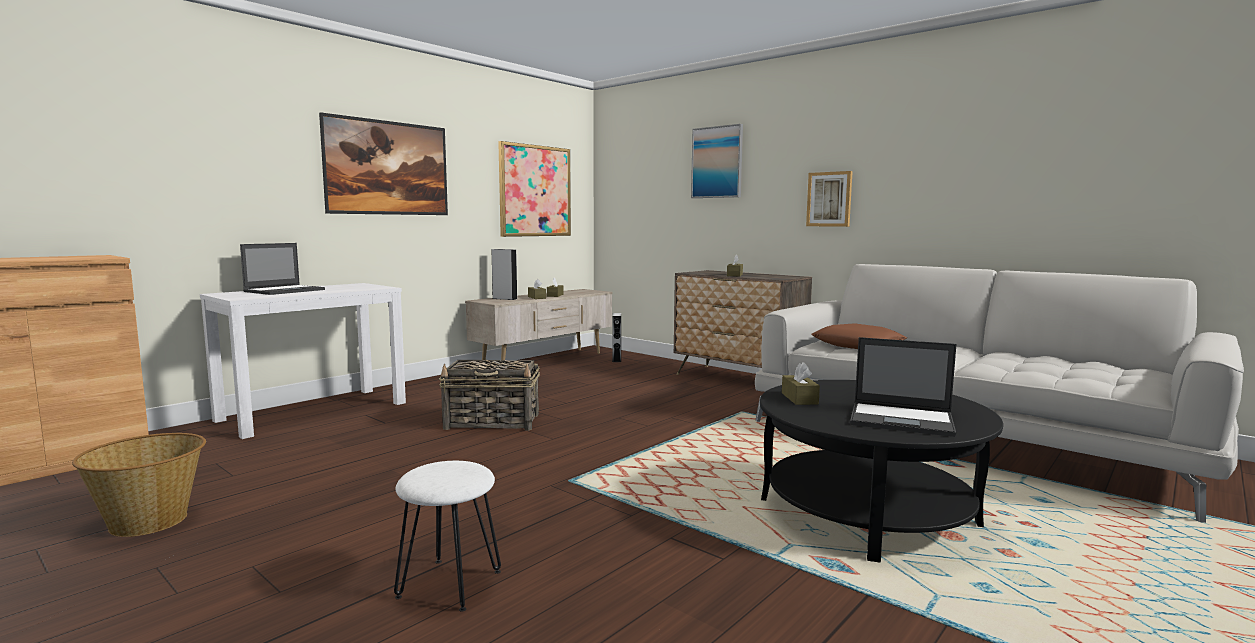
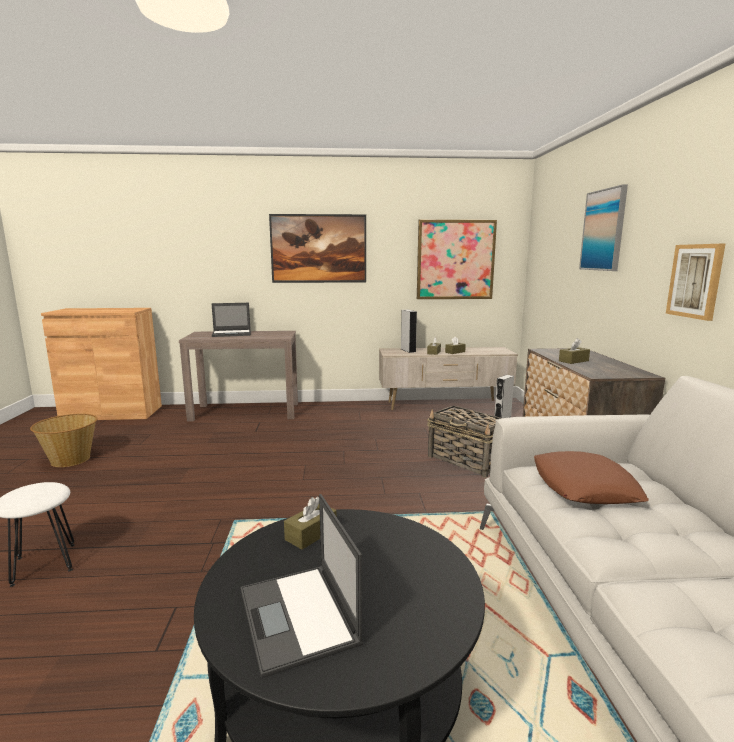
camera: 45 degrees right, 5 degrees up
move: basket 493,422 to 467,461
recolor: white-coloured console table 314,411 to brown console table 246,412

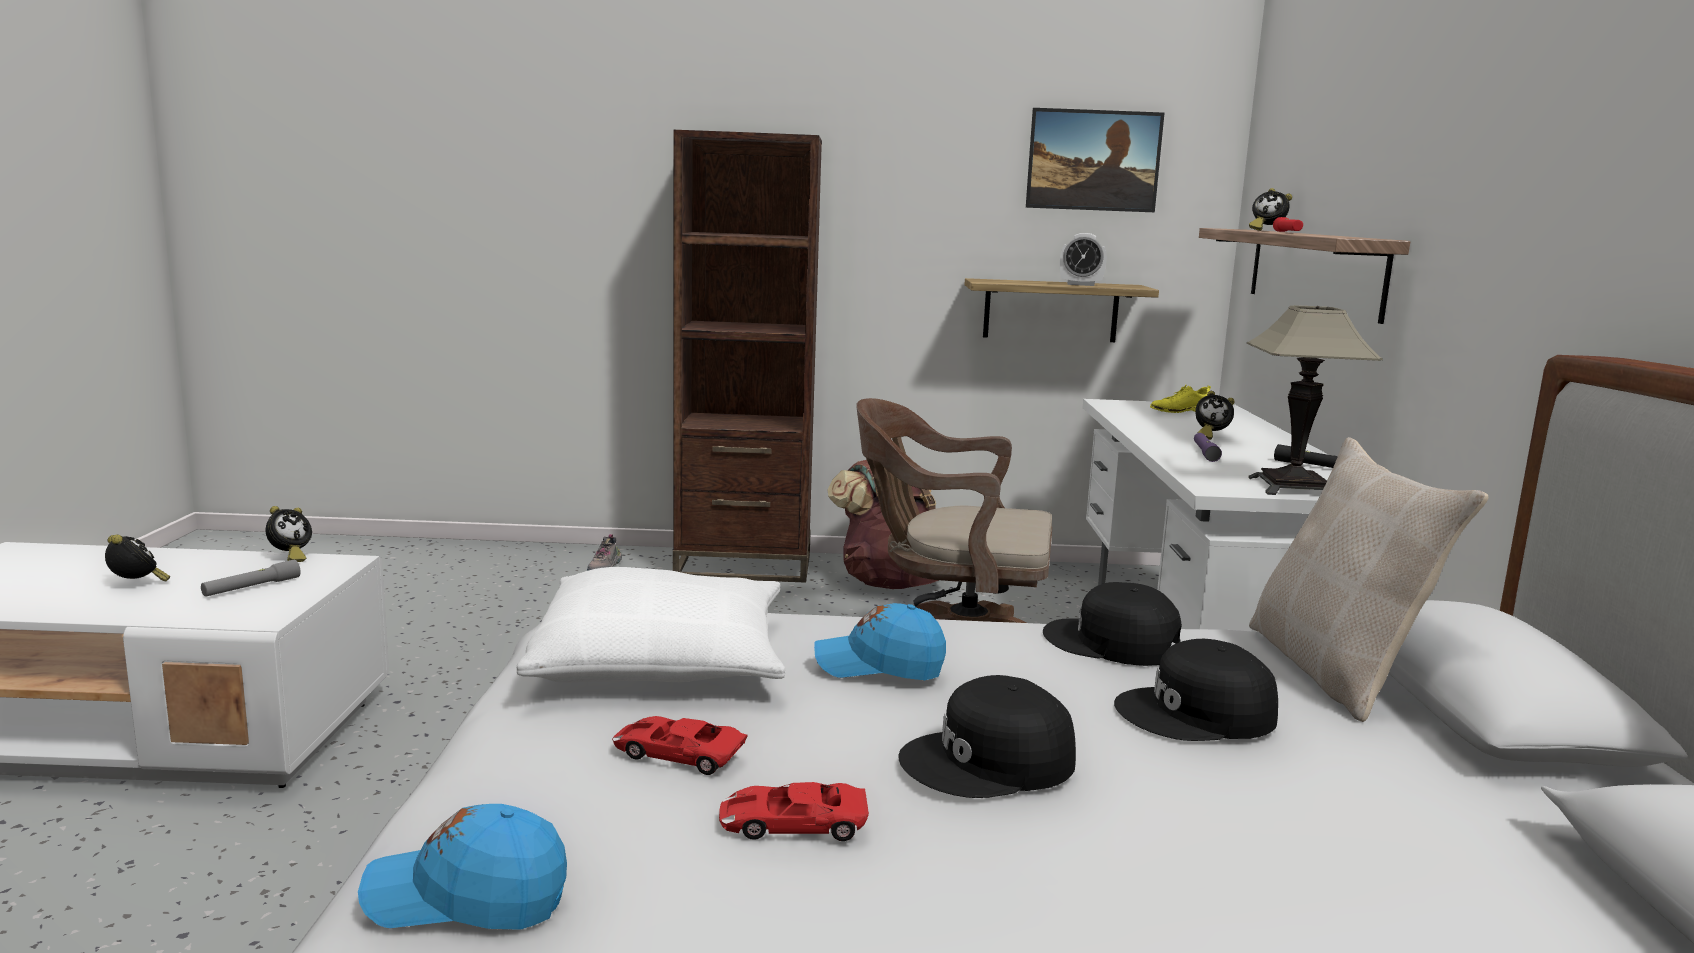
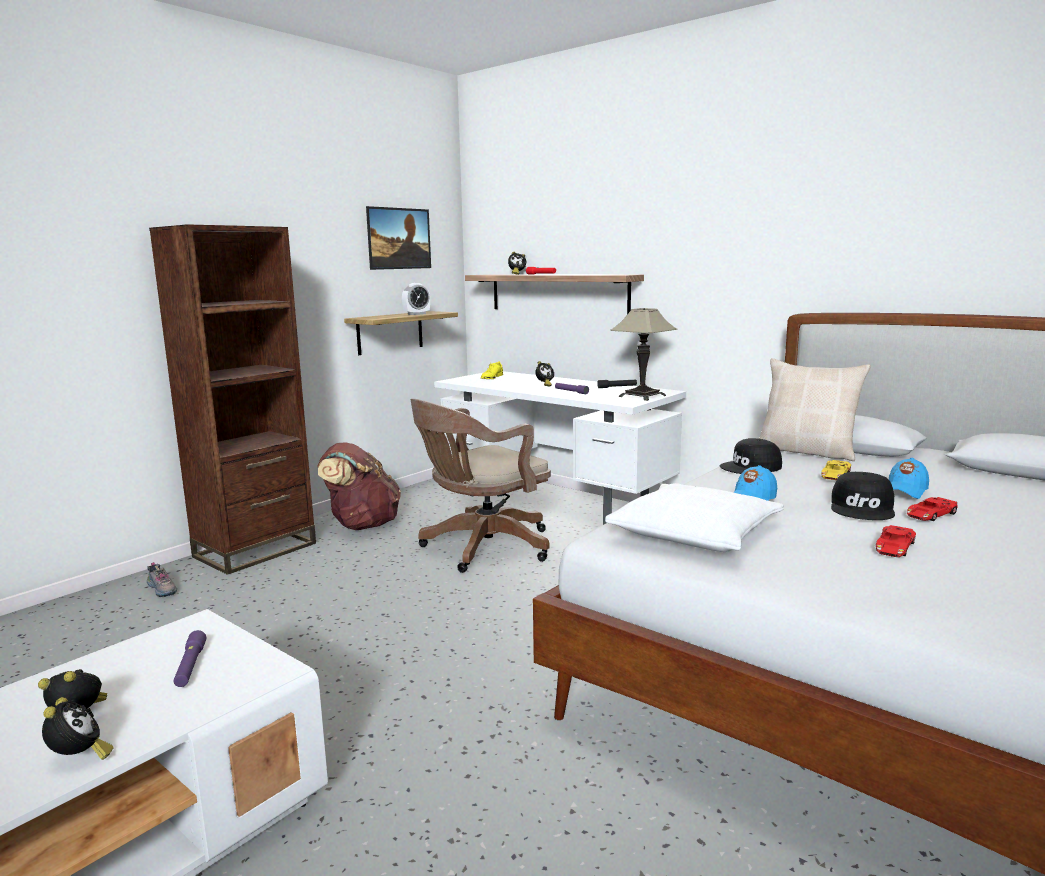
camera: 50 degrees left, 0 degrees up
move: alarm clock 290,557 to 79,758; blue-coloured baseball cap 467,898 to 905,491; red-coloured toy car 677,754 to 930,514
replace: blackish baseball cap 1197,714 to yellow toy car 835,475
recolor: grey hand torch 251,587 to purplish hand torch 190,666

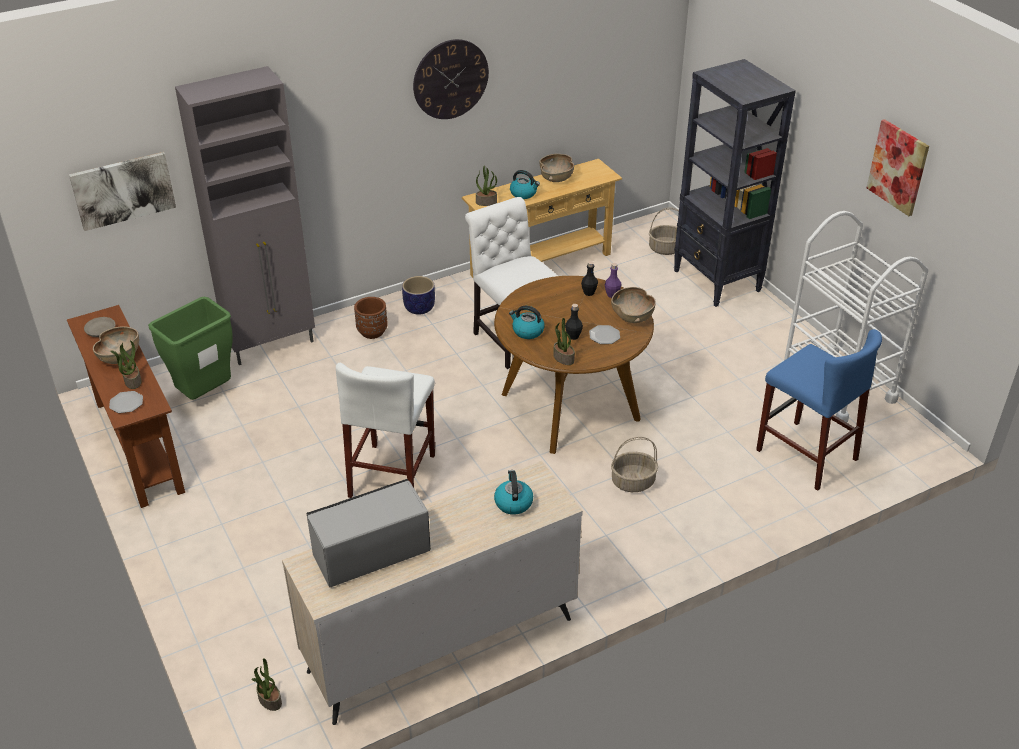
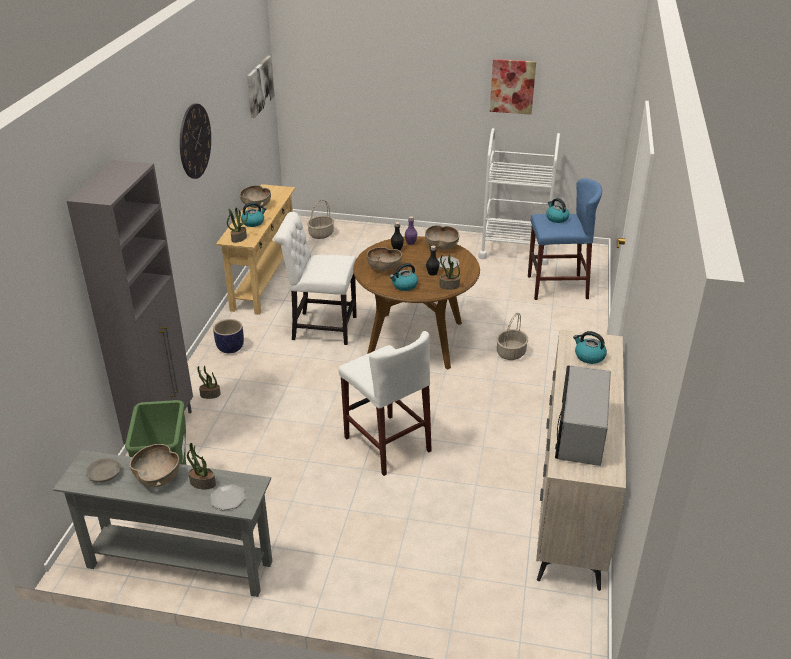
camera: 50 degrees left, 5 degrees down
delete: brown planter 372,332; blackish bookshelf 717,281
insert: brown serving bowl 384,268; water kettle 556,218
move: plant in a pot 269,700 to 210,395; picture 123,190 to 259,86
recolor: brown console table 138,446 to grey console table 179,565

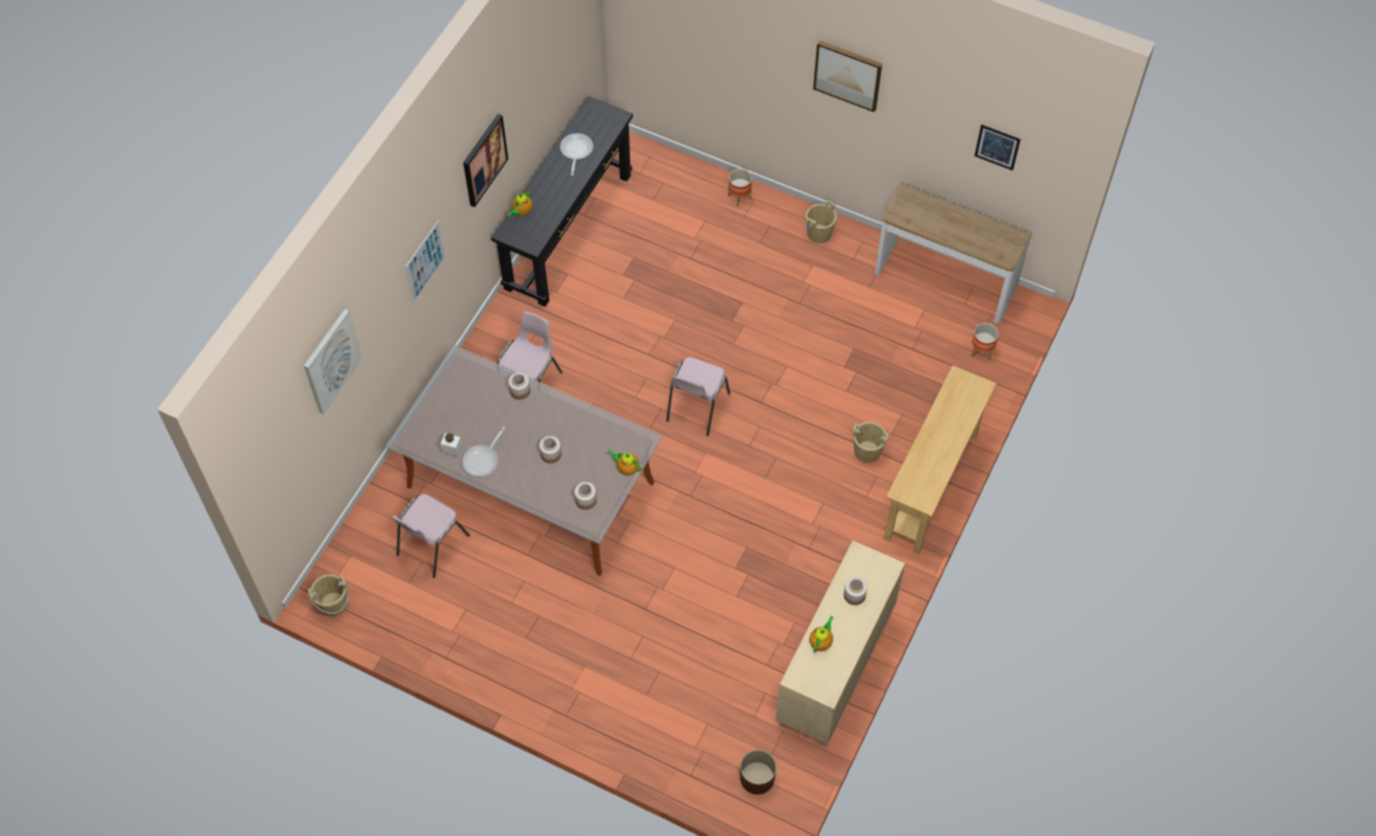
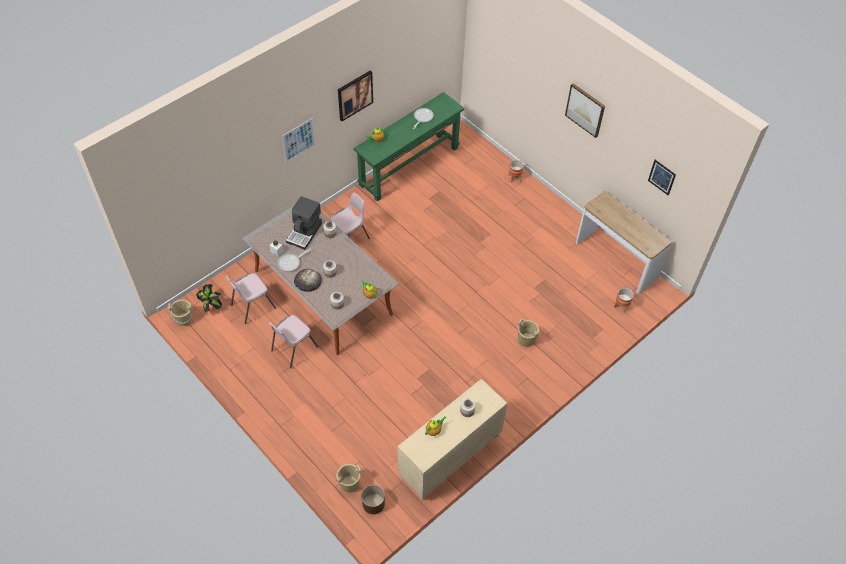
camera: 20 degrees right, 5 degrees down
delete: picture 331,361; sand-coloured console table 931,486
insert: plant in a pot 211,305; coffee maker 305,233; bakery bread 307,281
move: pink chair 696,407 to 293,349; sand-coloured pail 819,233 to 349,483
recolor: blackish console table 568,231 to green console table 409,166

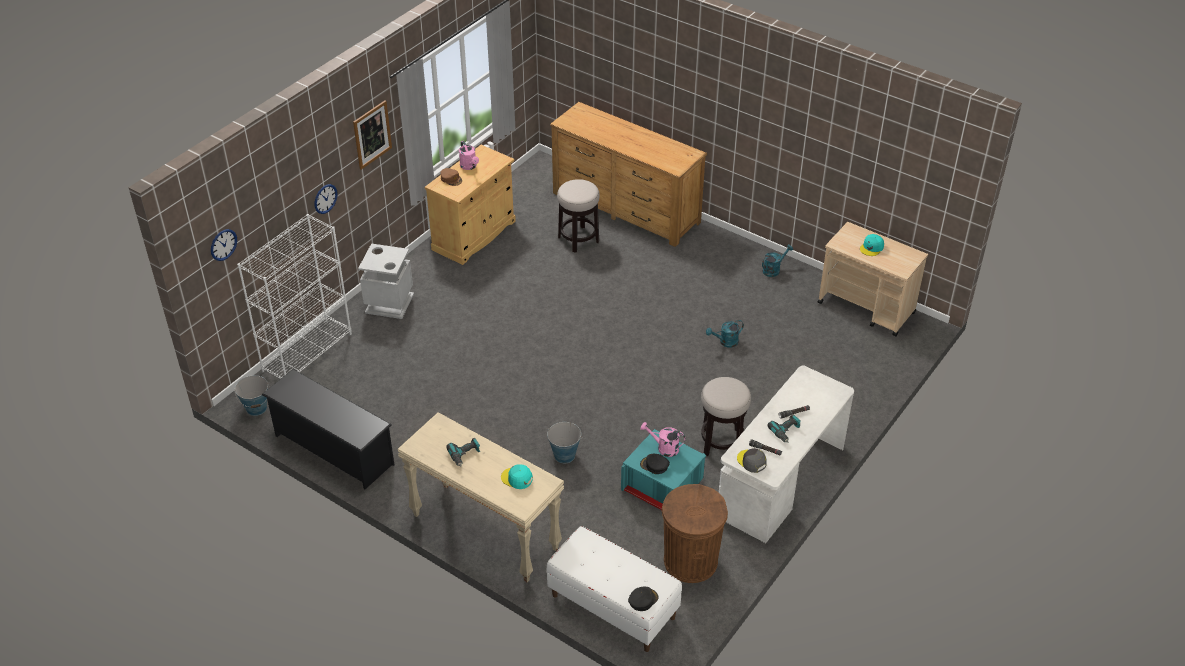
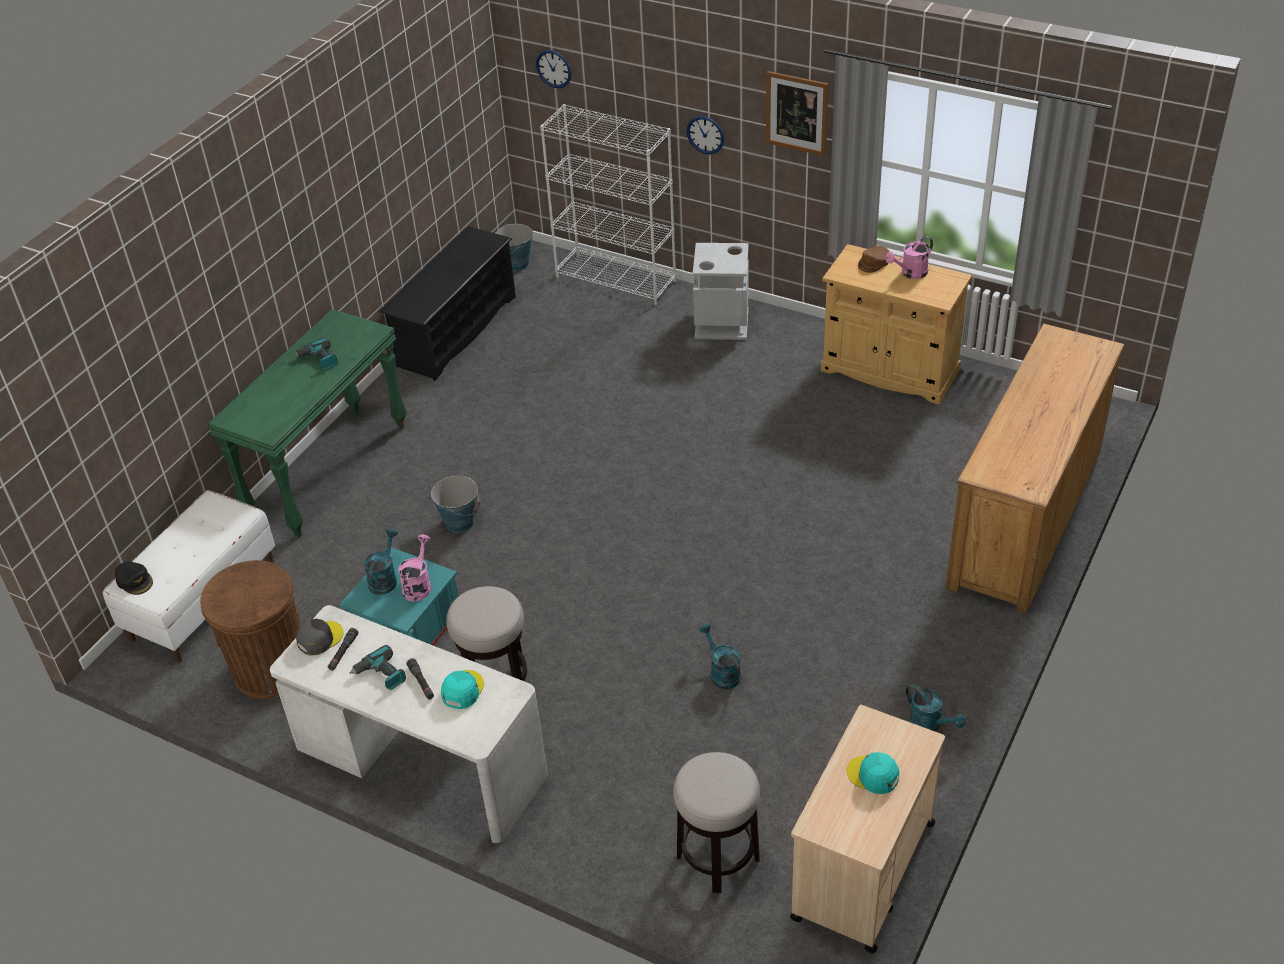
camera: 85 degrees right, 0 degrees up
move: turquoise baseball cap 517,478 to 462,690; stool 578,239 to 718,857
replace: blackish baseball cap 654,465 to turquoise watering can 384,578
recolor: sand-coloured console table 484,532 to green console table 327,471

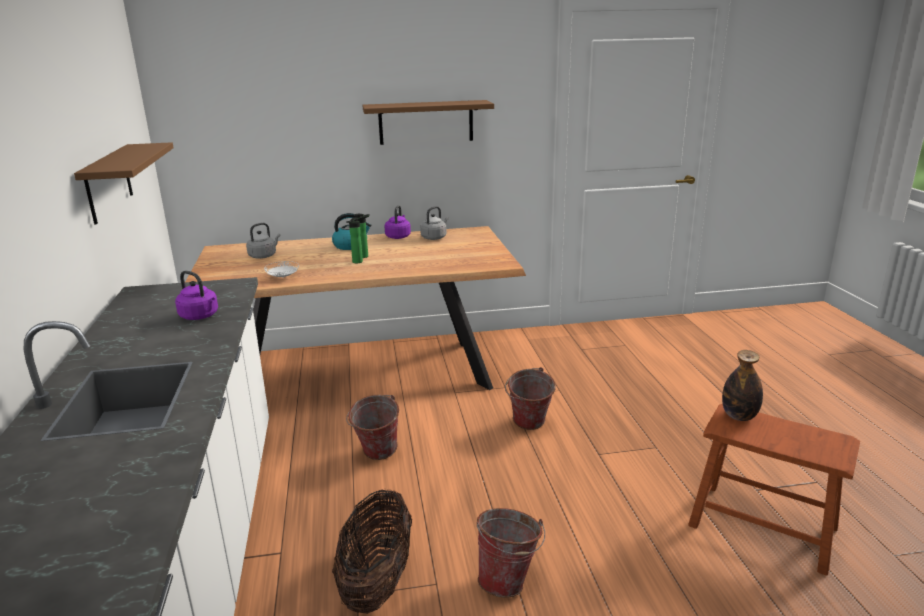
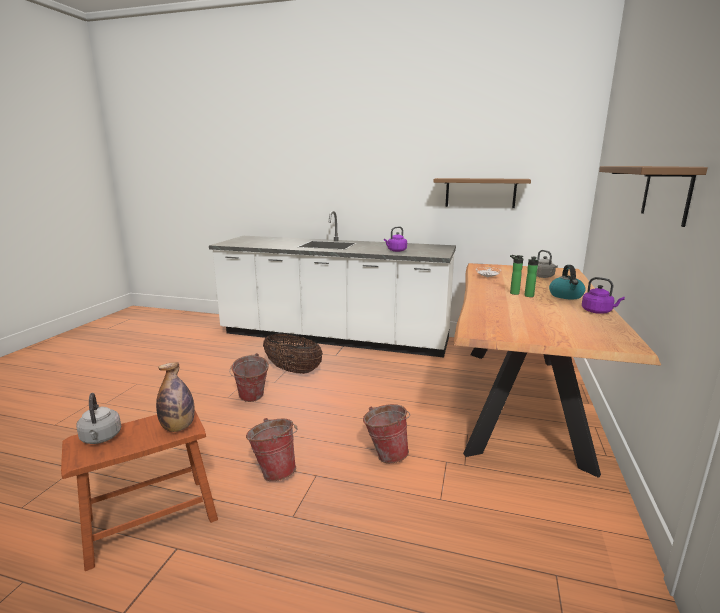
camera: 115 degrees right, 5 degrees down
move: grey water kettle 434,237 to 101,438; pail 376,455 to 275,470

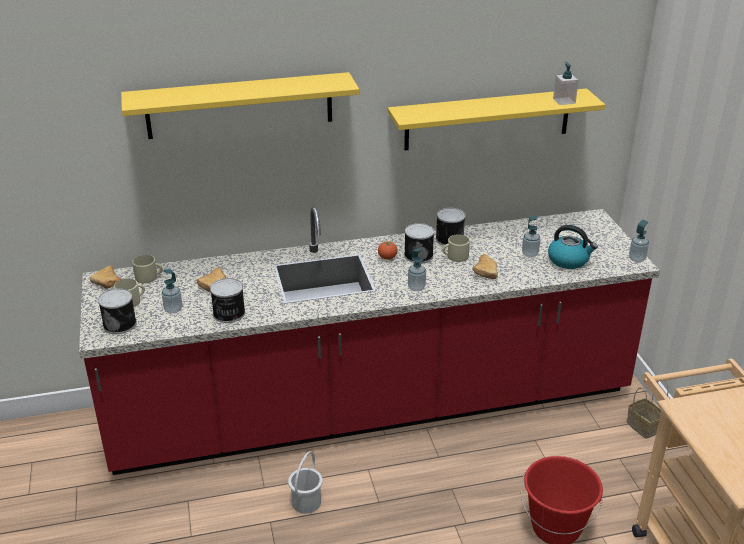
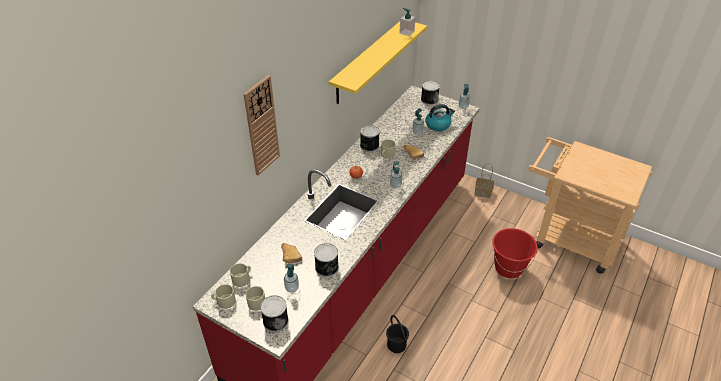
camera: 45 degrees left, 10 degrees up
move: sealed can 418,255 to 429,99
replace: bakery bread 108,284 to sand-coloured coffee mug 224,301; yellow bracket shelf 240,105 to clock on the wall 261,126
recolor: white-coloured pail 307,502 to blackish pail 397,344

